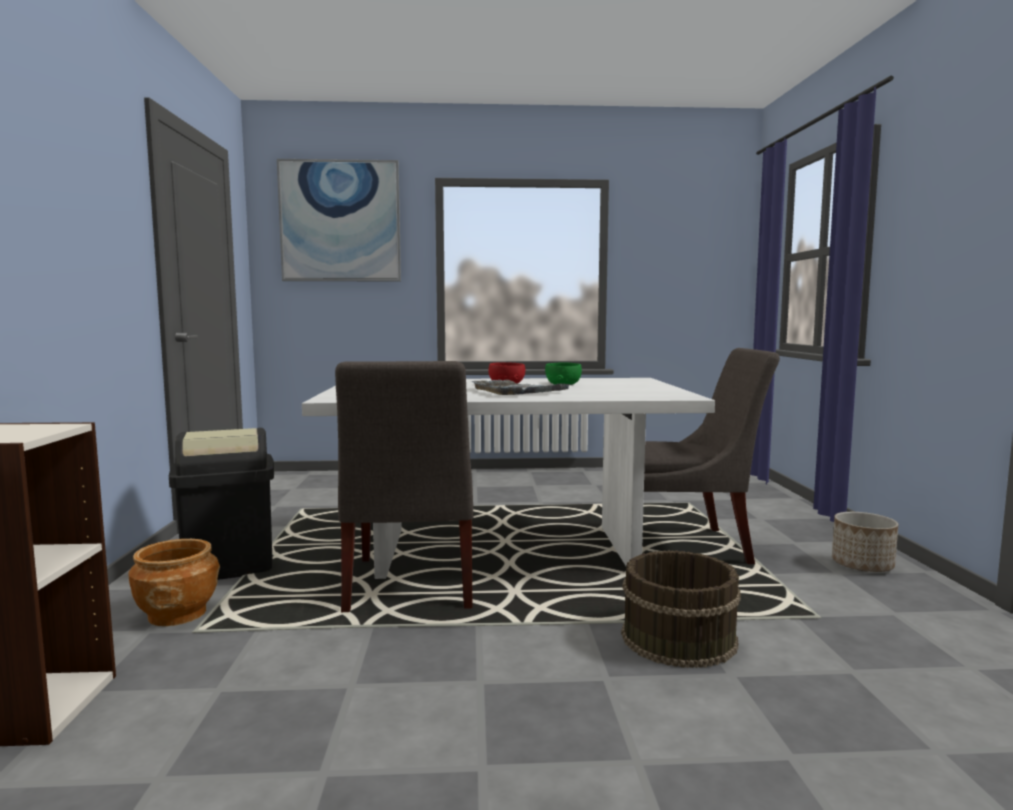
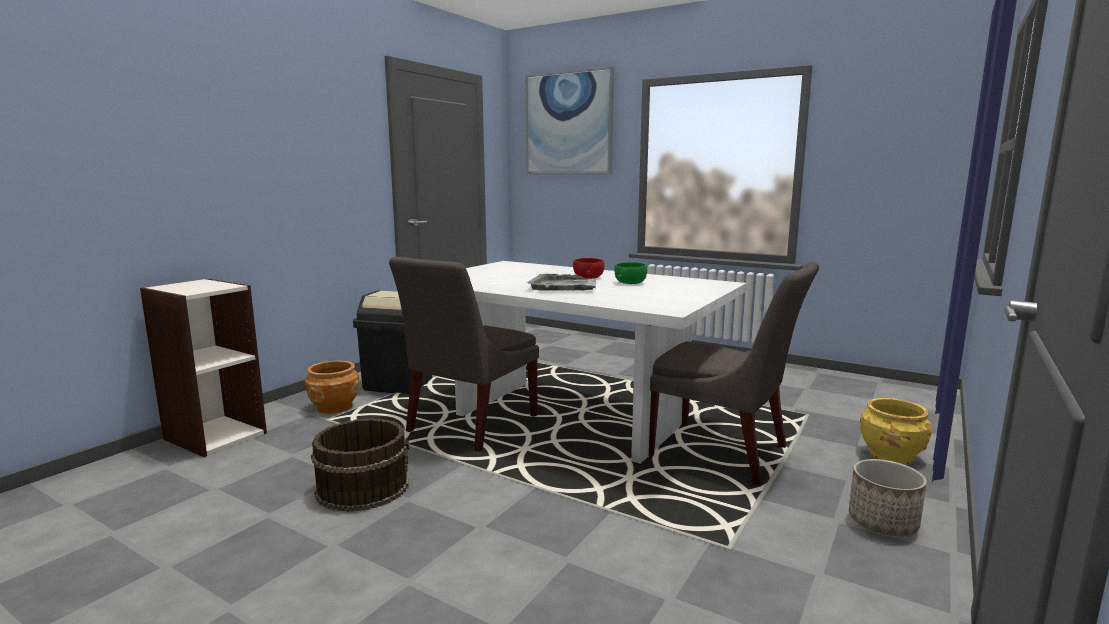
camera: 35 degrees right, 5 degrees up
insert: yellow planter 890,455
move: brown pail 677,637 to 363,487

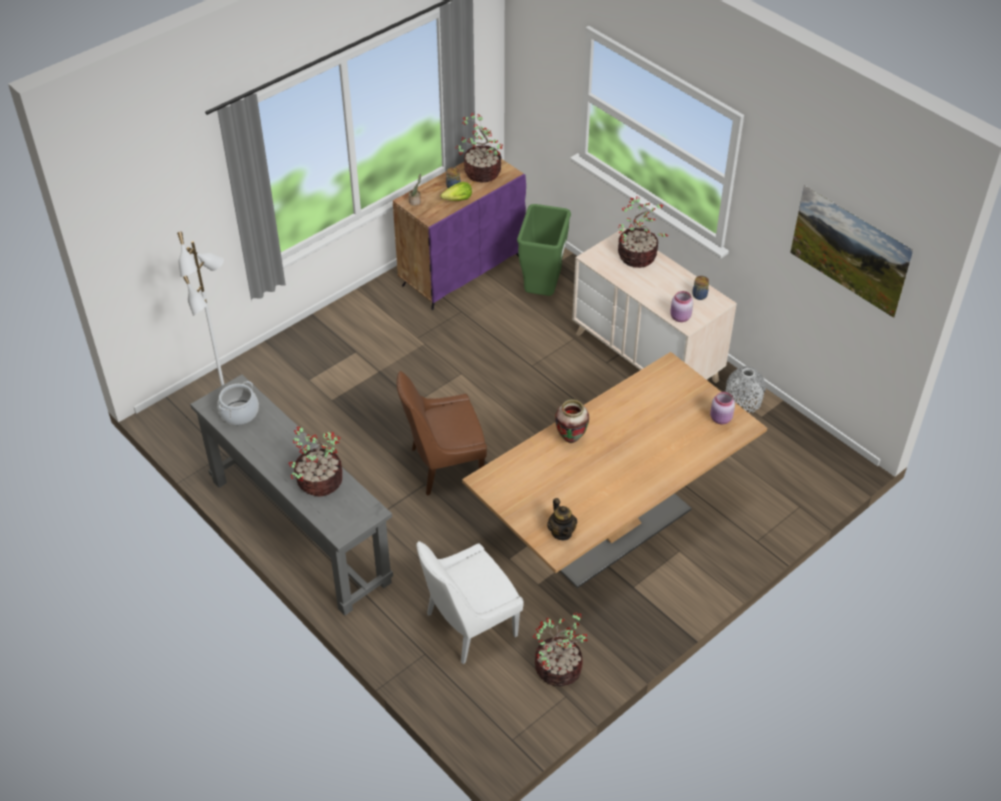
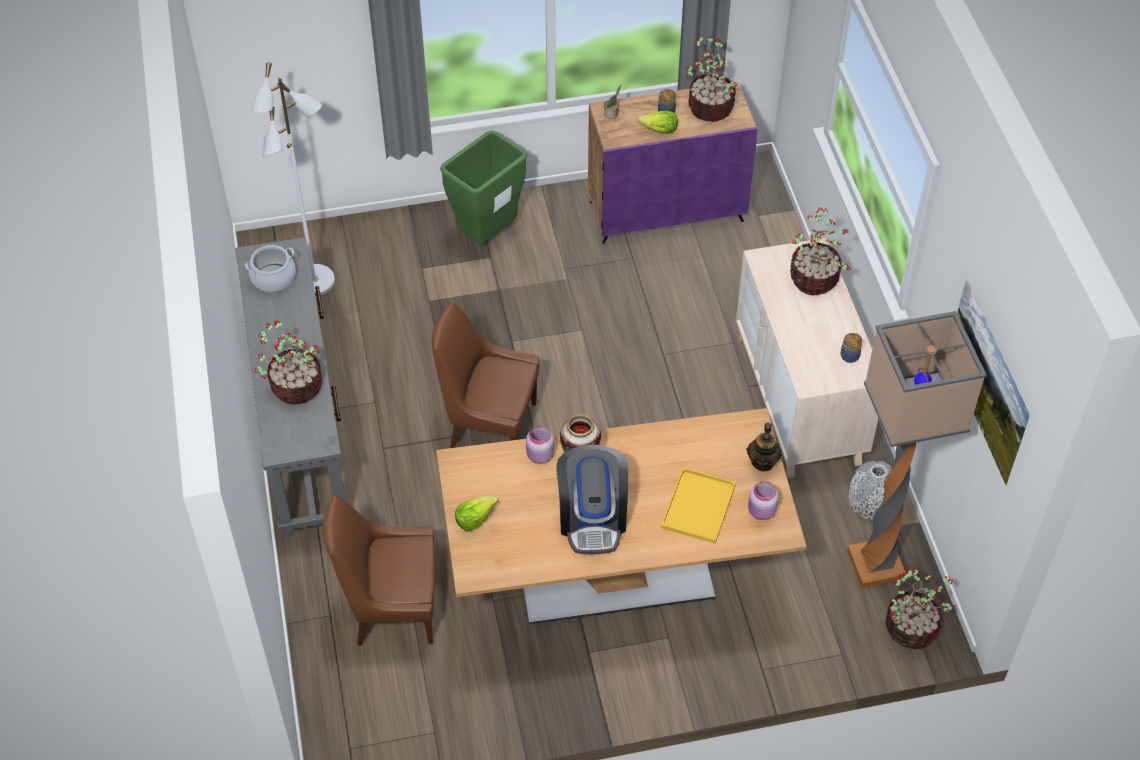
camera: 30 degrees right, 5 degrees up
insert: head of lettuce 474,518; coffee maker 592,518; yellow tray 698,505; floor lamp 873,564
move: green waste bin 542,290 to 488,234; pink storage jar 680,317 to 539,456; tea pot 561,532 to 763,462; plant in a pot 559,668 to 912,628
recolor: white-coloured chair 468,626 to brown chair 391,608

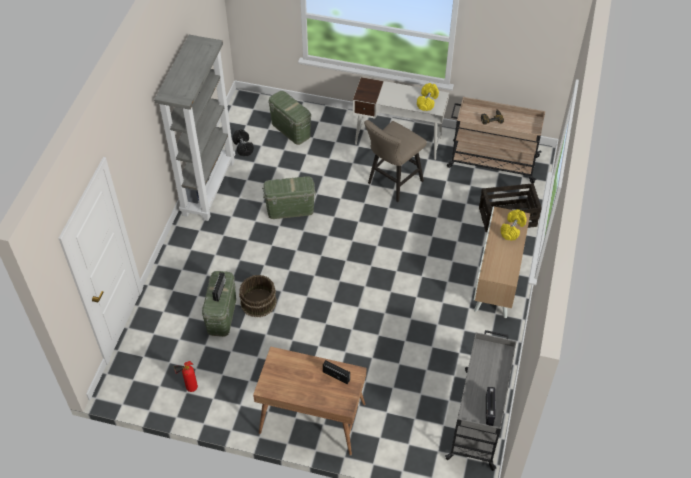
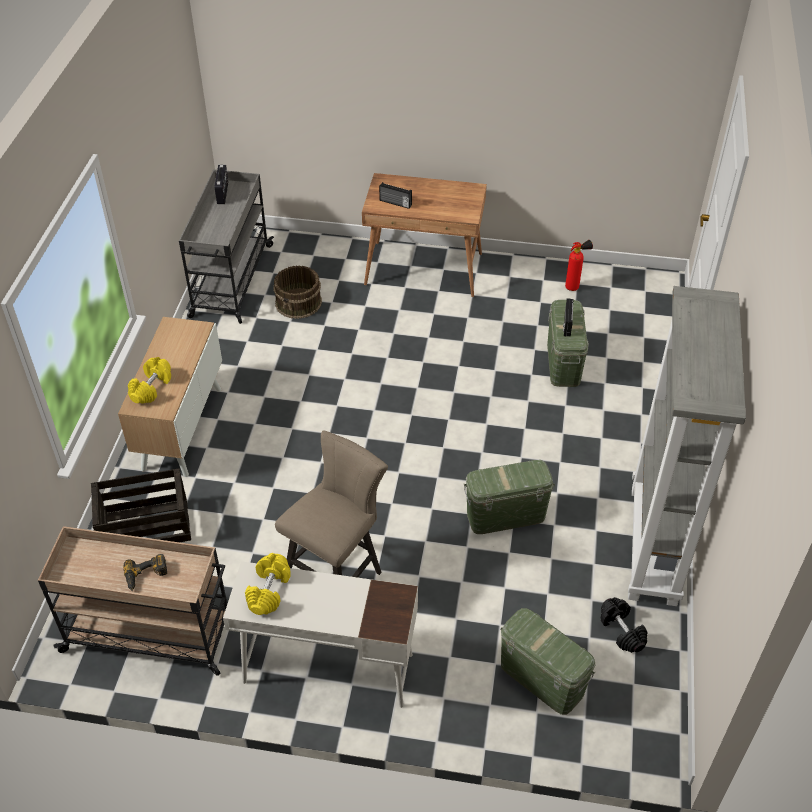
camera: 175 degrees right, 5 degrees down
move: brown pail 258,302 to 299,303

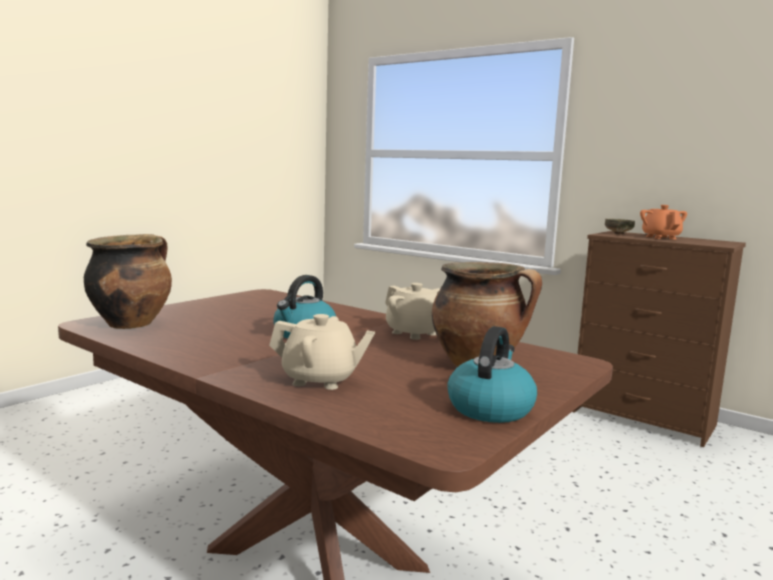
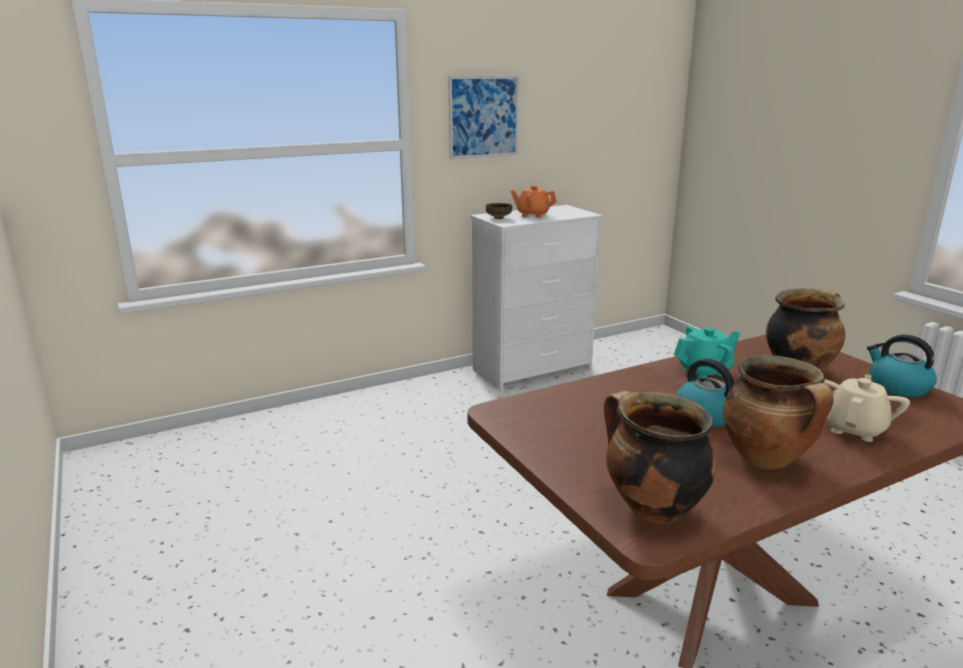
camera: 65 degrees left, 10 degrees up
insert: picture 483,117; stockpot 767,459
recolor: brown chest of drawers 644,419 to white-coloured chest of drawers 533,369; sand-coloured tea pot 414,333 to turquoise tea pot 704,371

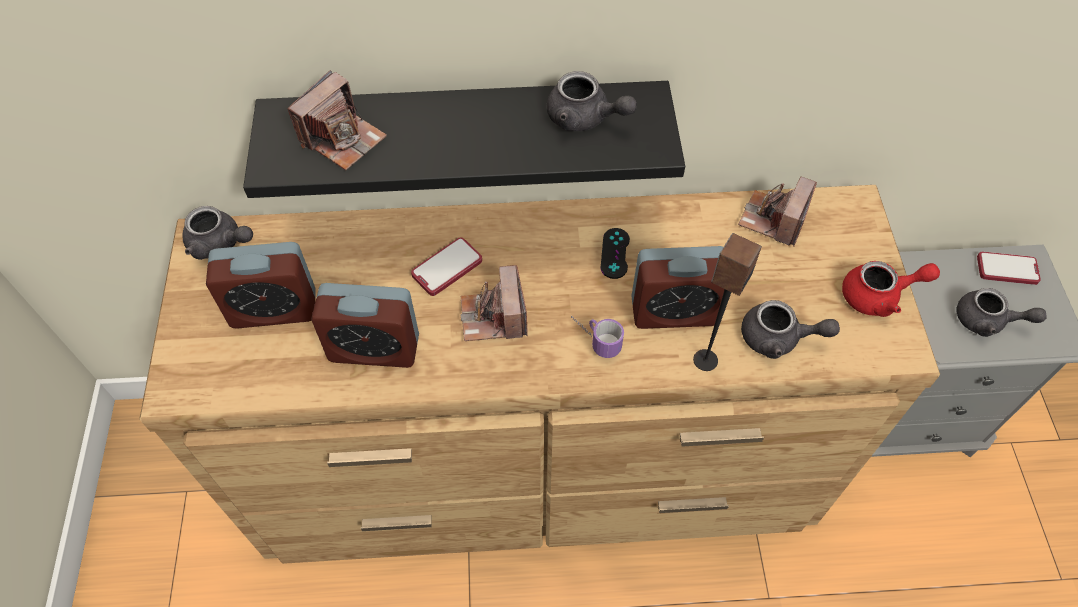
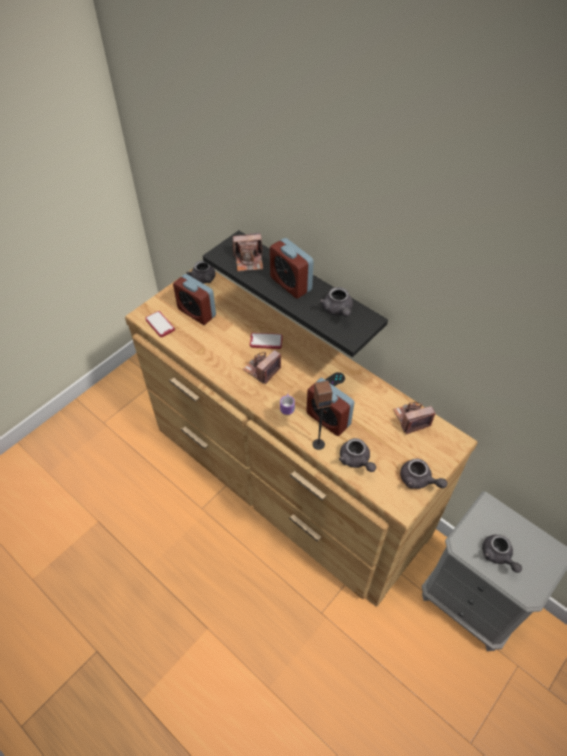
camera: 45 degrees right, 5 degrees down
move: phone 1007,269 to 160,325; alarm clock 374,348 to 291,284
recolor: red-coloured tea pot 879,296 to grey tea pot 419,480

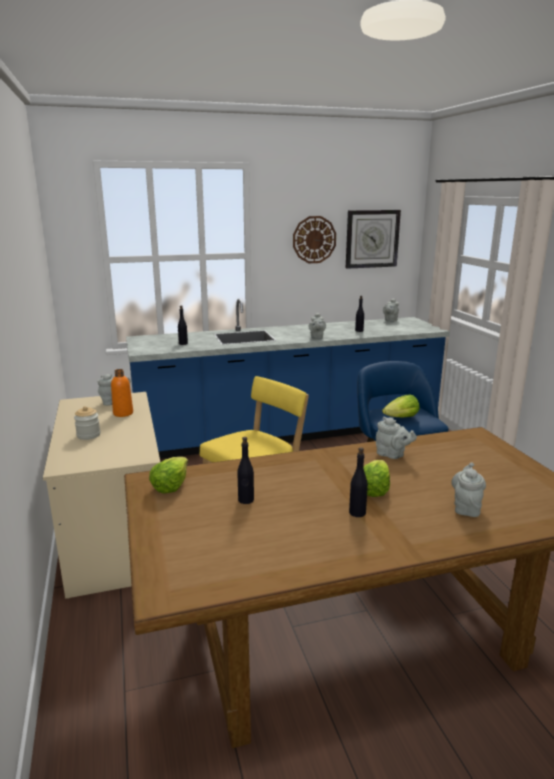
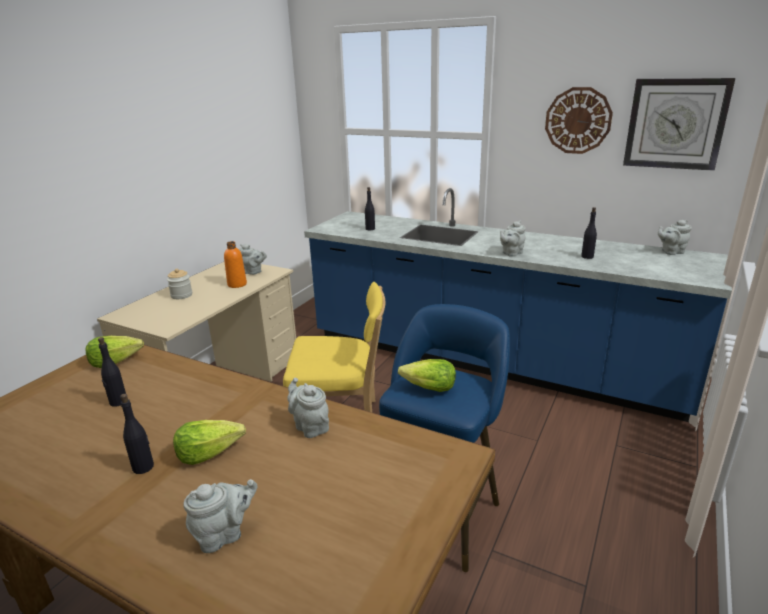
camera: 45 degrees right, 5 degrees up
rotate: grey tea pot 392,455 = 310,426 150 degrees clockwise

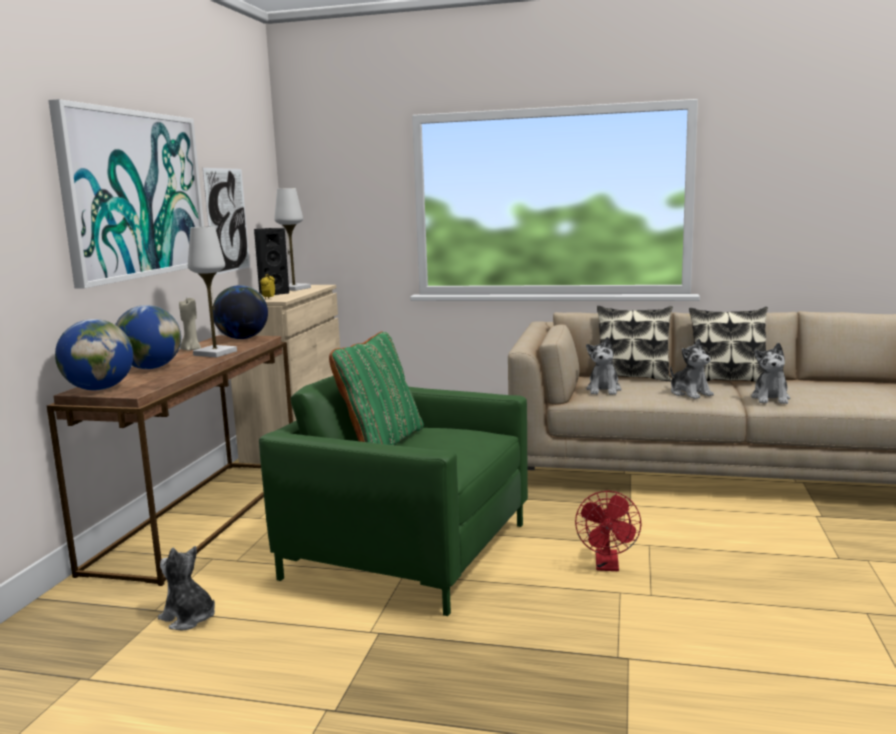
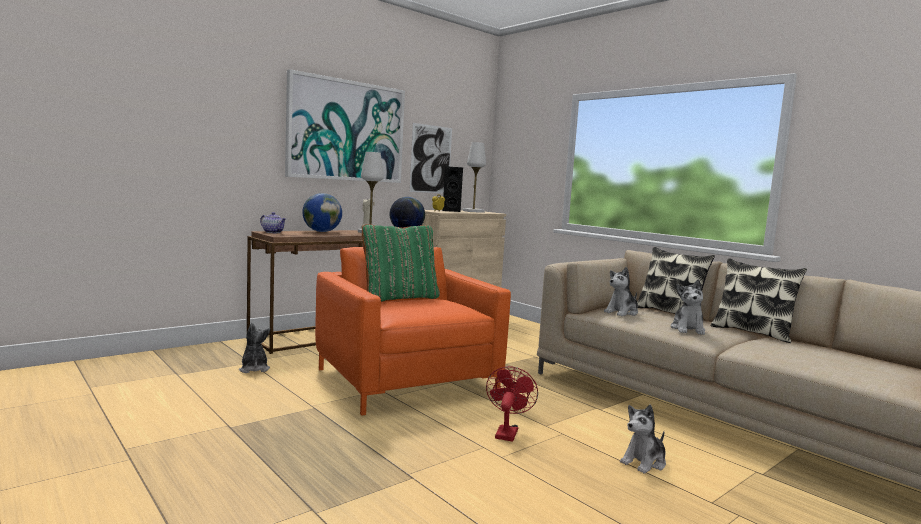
camera: 35 degrees right, 5 degrees down
move: plush toy 771,398 to 644,462
replace: globe 99,389 to tea pot 273,232
recolor: green armchair 407,550 to orange armchair 406,381
rotate: red-coloured electric fan 607,566 = 507,432 150 degrees clockwise

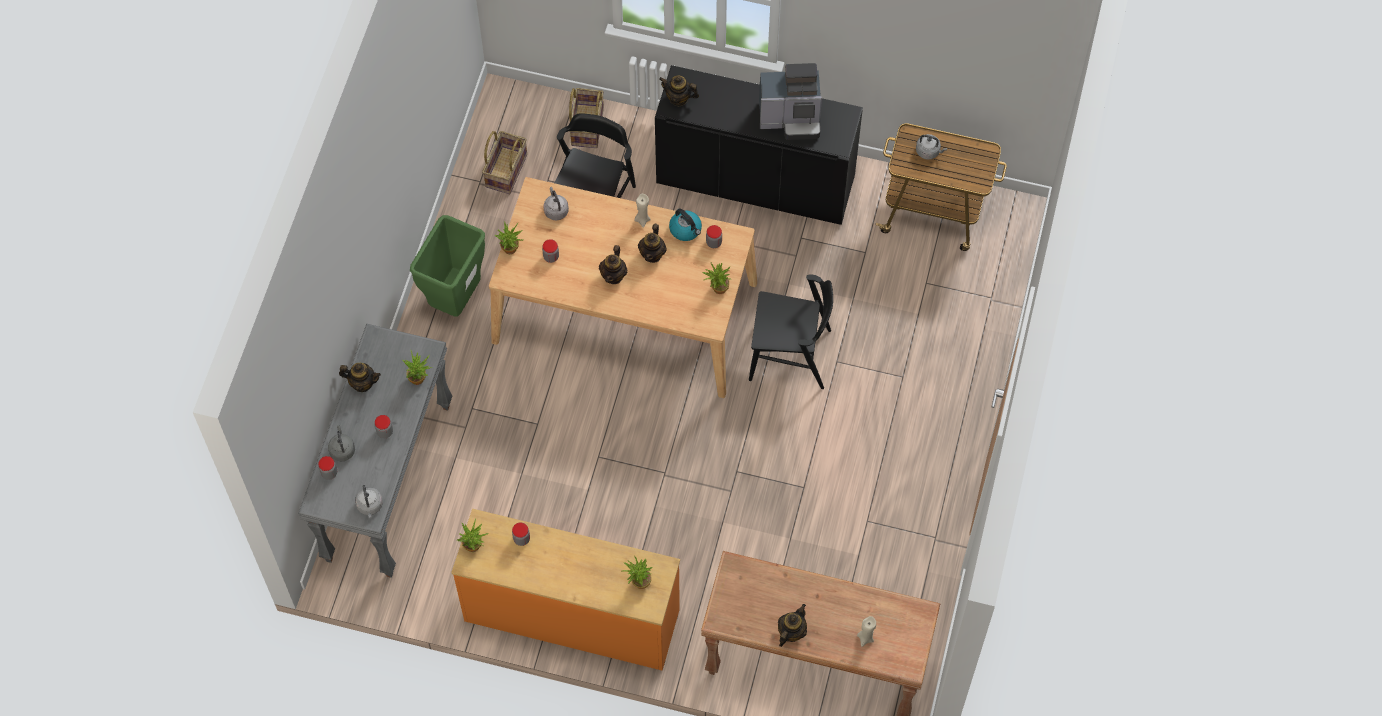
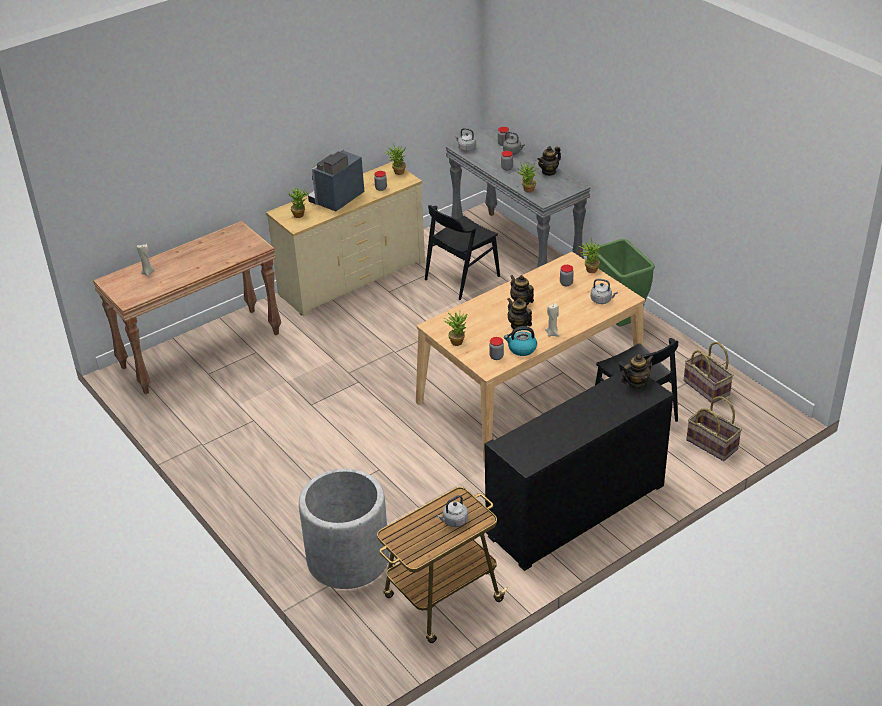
camera: 130 degrees right, 25 degrees down
delete: tea pot 791,632
insert: grey planter 348,559
move: coffee maker 791,118 to 336,199; blackish chair 790,355 to 461,278
recolor: orange chest of drawers 571,616 to sand-coloured chest of drawers 352,278

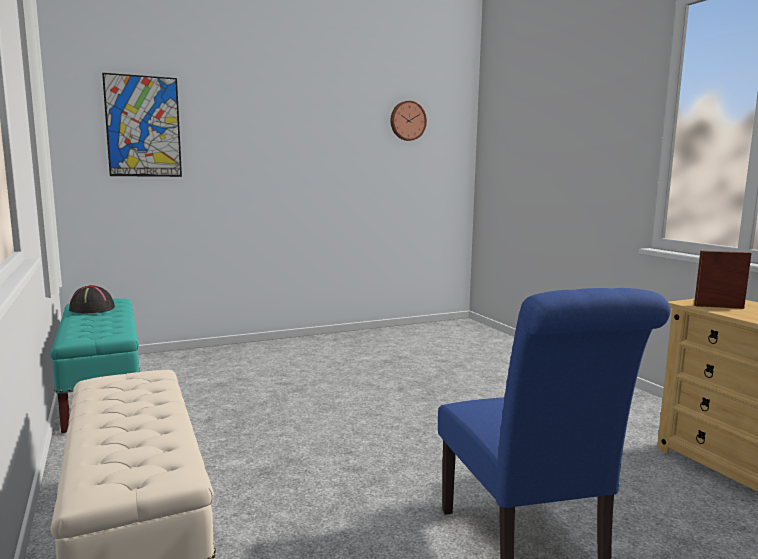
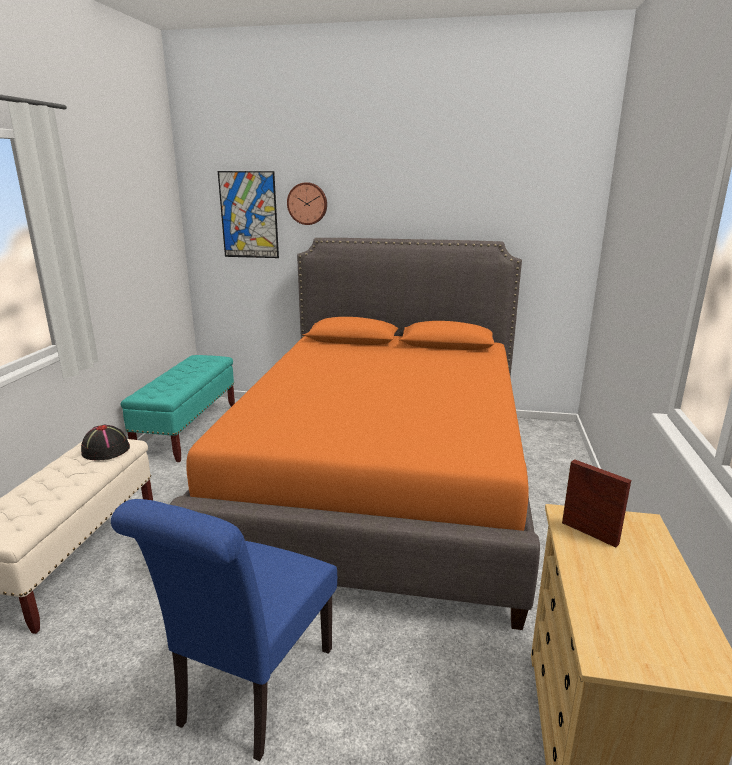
camera: 35 degrees right, 10 degrees up
insert: orange sleeping bed 382,482
move: blackish clothing hat 91,309 to 105,450; clock on the wall 407,121 to 307,203

